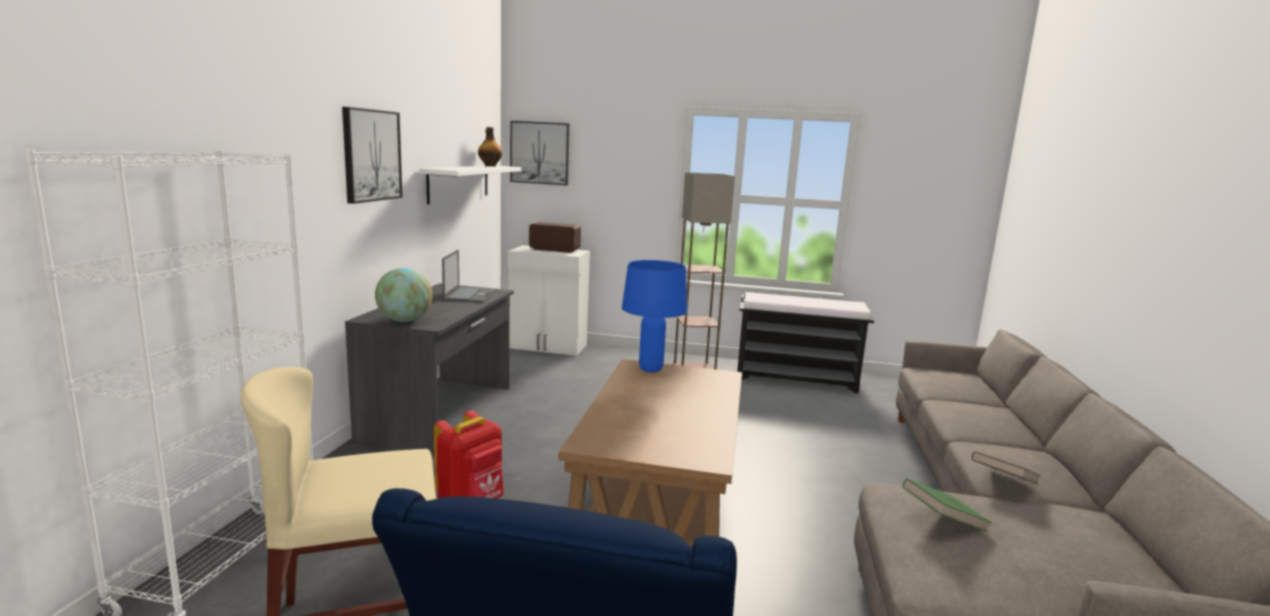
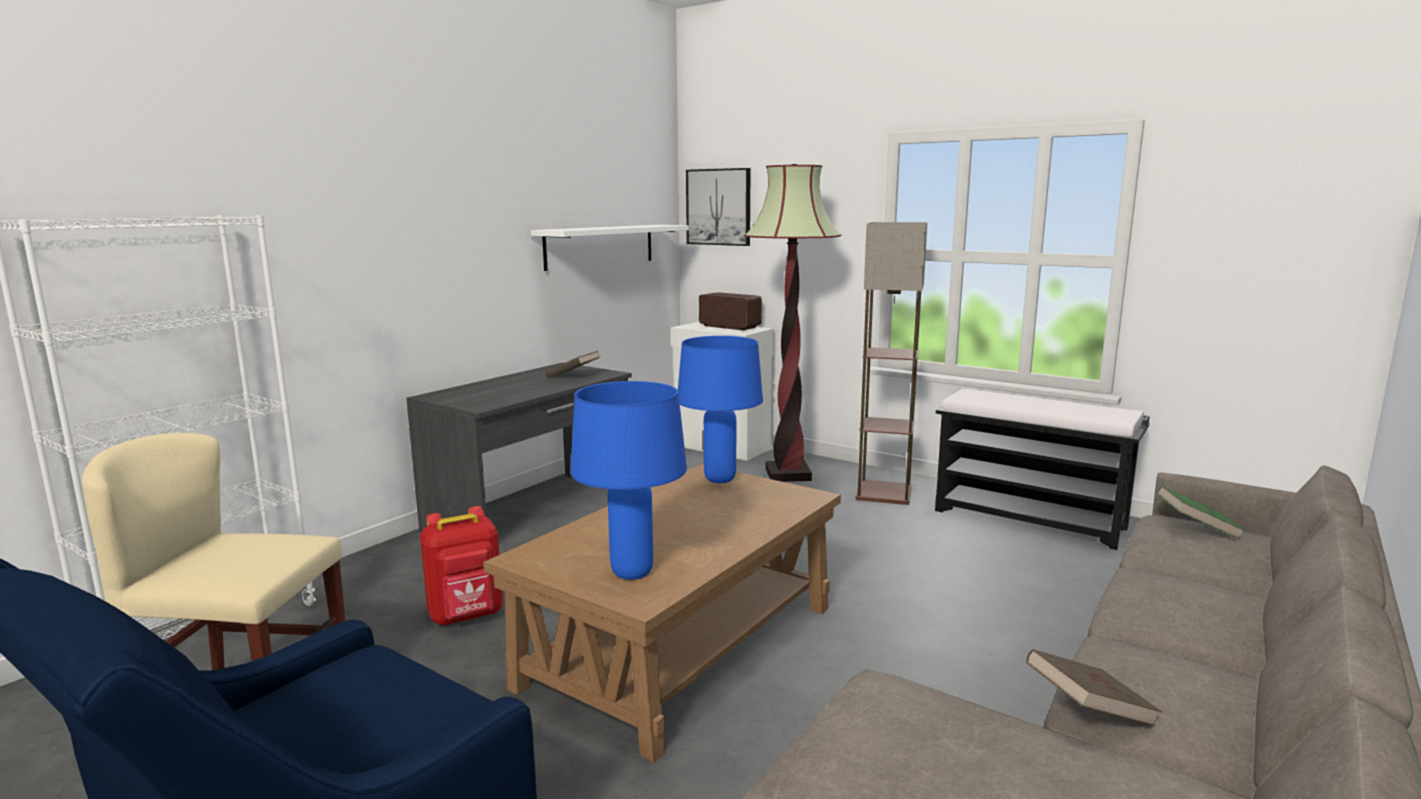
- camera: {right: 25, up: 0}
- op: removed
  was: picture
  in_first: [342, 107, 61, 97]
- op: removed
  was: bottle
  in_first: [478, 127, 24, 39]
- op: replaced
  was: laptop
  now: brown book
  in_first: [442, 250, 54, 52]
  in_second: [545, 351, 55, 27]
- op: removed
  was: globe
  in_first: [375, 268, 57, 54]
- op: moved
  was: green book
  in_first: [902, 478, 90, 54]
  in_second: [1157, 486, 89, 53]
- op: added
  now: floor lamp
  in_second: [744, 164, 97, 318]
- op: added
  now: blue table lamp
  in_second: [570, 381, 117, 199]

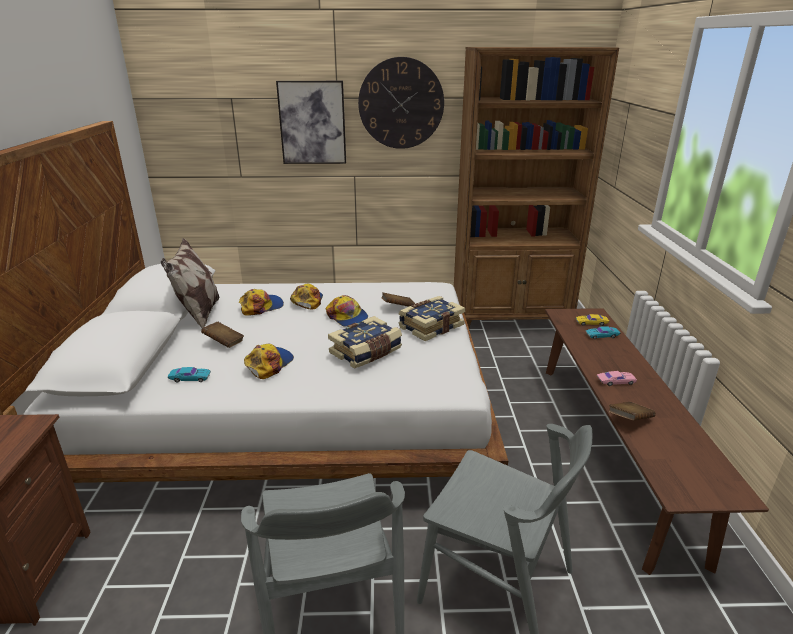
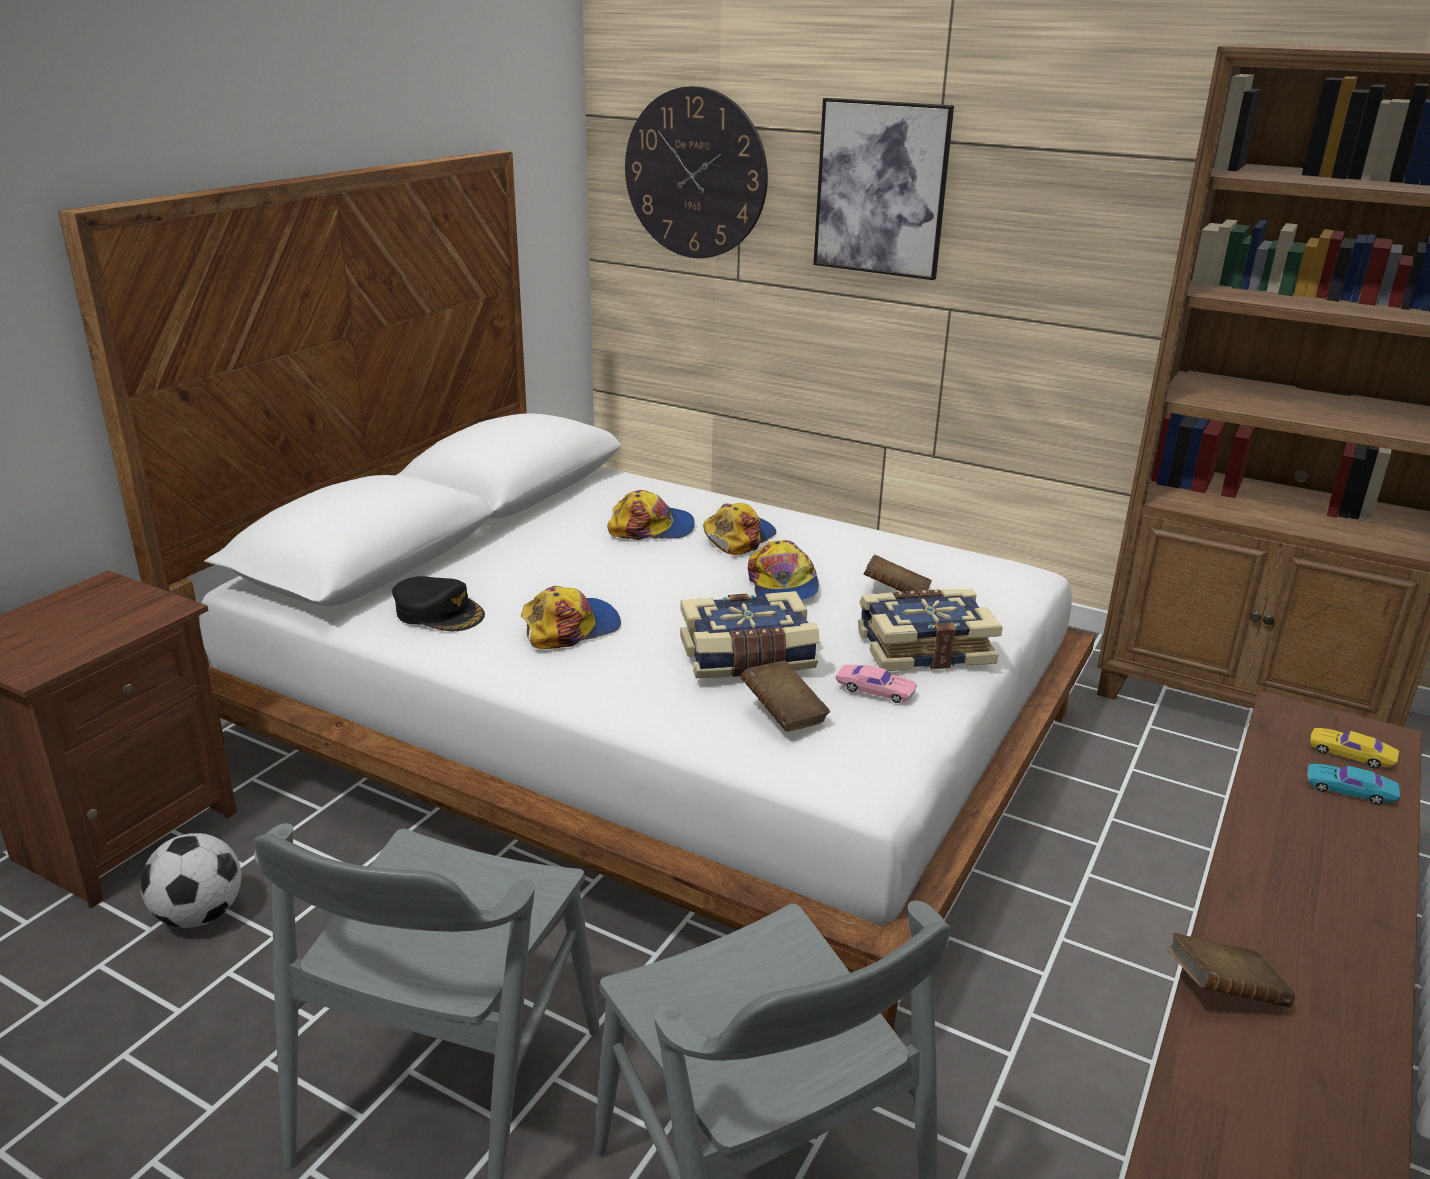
- camera: {right: 30, up: 0}
- op: moved
  was: wall clock
  in_first: [358, 57, 86, 92]
  in_second: [625, 86, 143, 172]
- op: removed
  was: pillow
  in_first: [161, 238, 59, 90]
- op: moved
  was: brown book
  in_first: [201, 321, 43, 27]
  in_second: [741, 661, 89, 70]
- op: replaced
  was: turquoise toy car
  now: black cap
  in_first: [168, 367, 43, 15]
  in_second: [392, 576, 93, 55]
- op: moved
  was: pink toy car
  in_first: [597, 371, 40, 15]
  in_second: [836, 665, 81, 38]
- op: added
  now: football
  in_second: [140, 833, 102, 95]

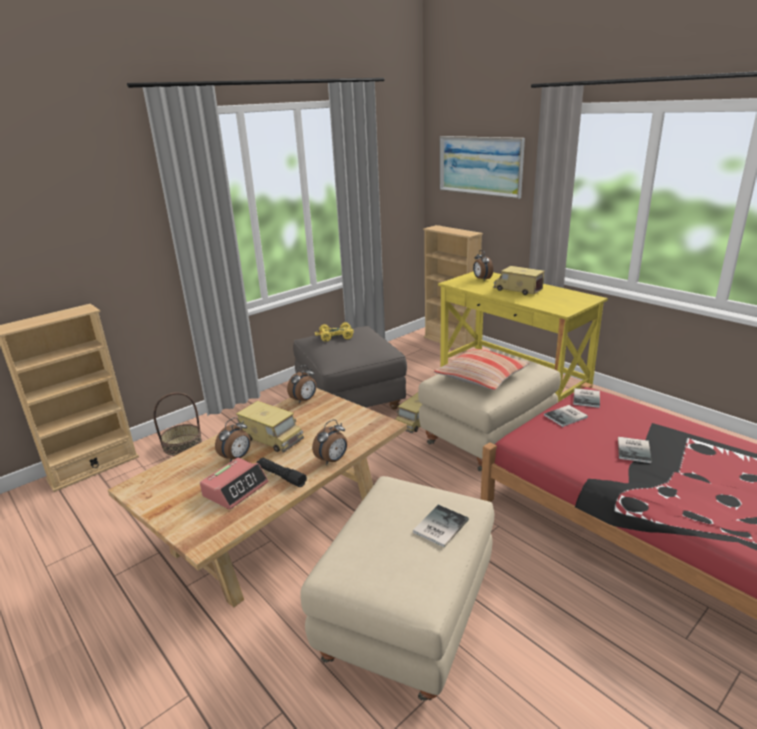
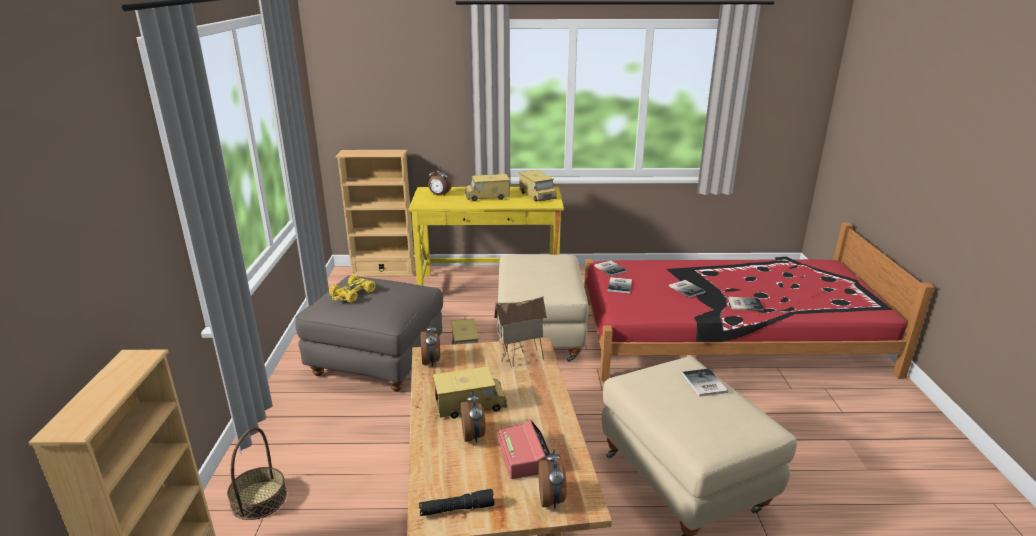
- camera: {right: -50, up: 0}
- op: removed
  was: picture
  in_first: [439, 136, 86, 63]
- op: removed
  was: pillow
  in_first: [434, 348, 96, 42]
- op: moved
  was: alarm clock
  in_first: [312, 419, 35, 46]
  in_second: [539, 449, 28, 60]
- op: moved
  was: black flashlight
  in_first: [257, 458, 50, 29]
  in_second: [419, 489, 75, 27]
- op: added
  now: toy truck
  in_second: [519, 170, 38, 32]
- op: added
  now: toy house
  in_second: [494, 296, 53, 72]
- op: added
  now: book
  in_second: [728, 297, 36, 14]

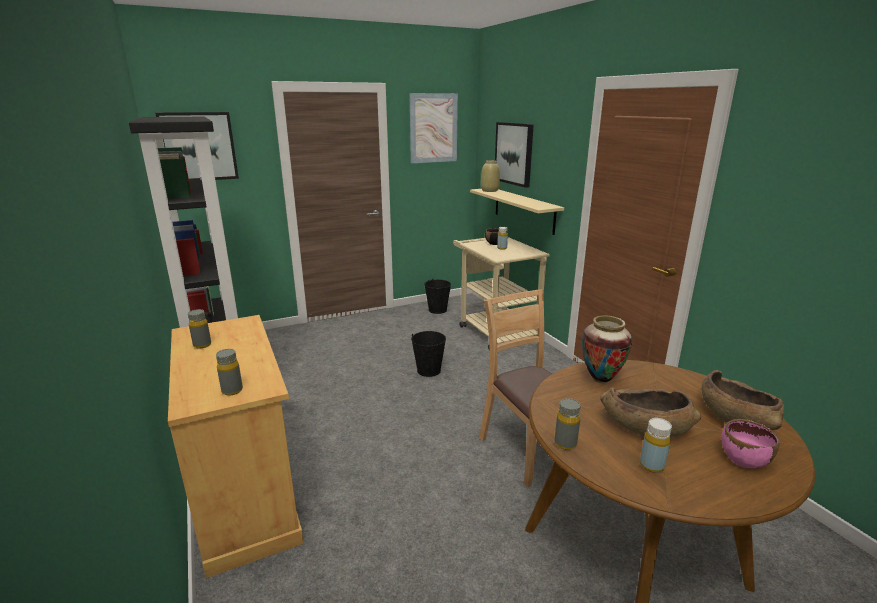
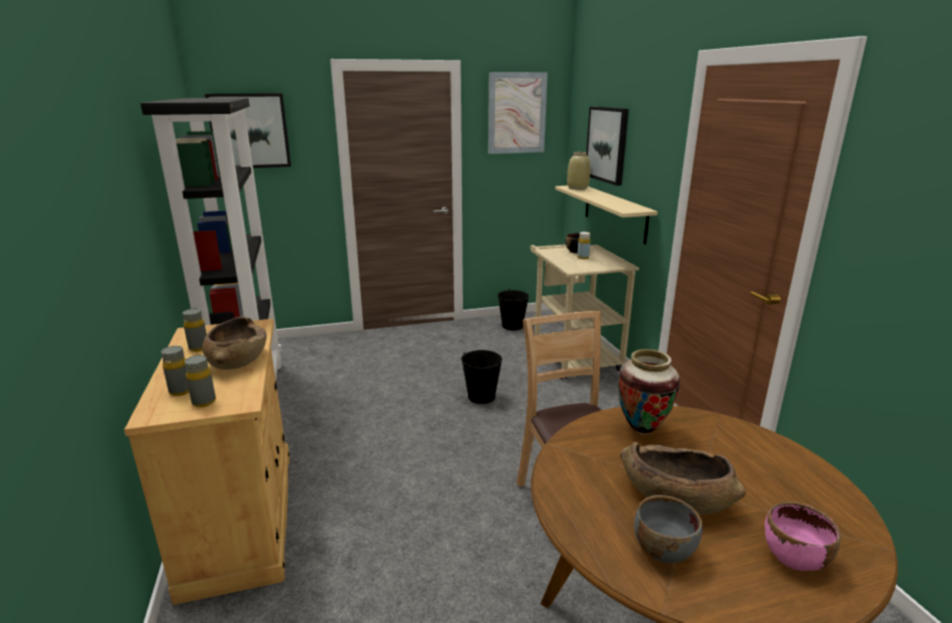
- camera: {right: 10, up: 0}
- op: moved
  was: brown bowl
  in_first: [702, 370, 82, 60]
  in_second: [202, 316, 65, 54]
- op: moved
  was: grey bottle
  in_first: [555, 398, 25, 52]
  in_second: [161, 346, 28, 50]
- op: replaced
  was: yellow bottle
  now: grey bowl
  in_first: [640, 418, 32, 55]
  in_second: [634, 495, 69, 69]

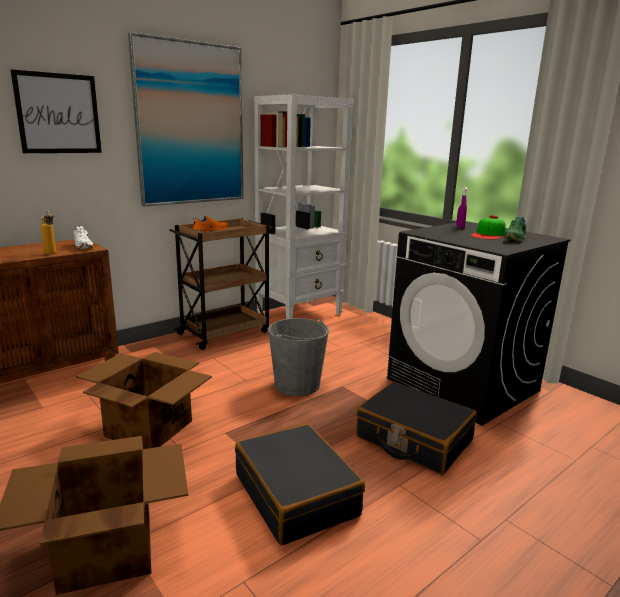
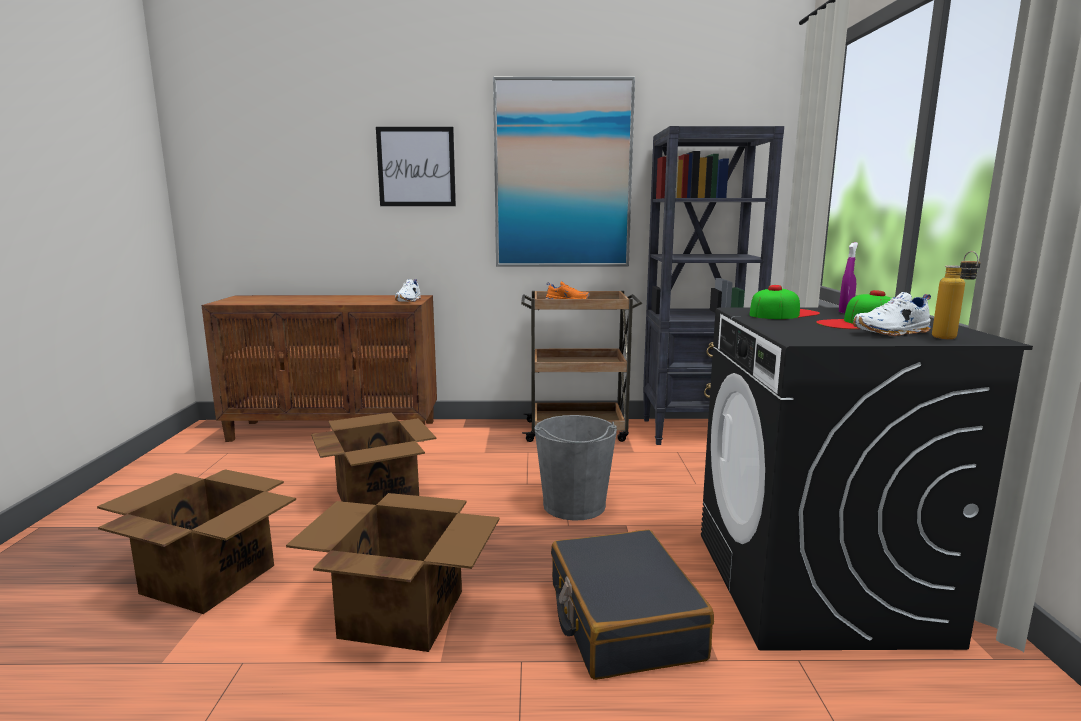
- camera: {right: 40, up: -5}
- op: recoloured
  was: white bookcase
  now: black bookcase
  in_first: [254, 94, 100, 225]
  in_second: [643, 126, 141, 319]
- op: moved
  was: bottle
  in_first: [40, 210, 16, 44]
  in_second: [932, 251, 49, 88]
- op: recoloured
  was: green shoe
  now: white shoe
  in_first: [503, 217, 23, 24]
  in_second: [853, 292, 78, 44]
- op: replaced
  was: black suitcase
  now: cardboard box
  in_first: [235, 423, 130, 123]
  in_second: [286, 493, 214, 159]
- op: added
  now: cap
  in_second: [749, 285, 71, 34]

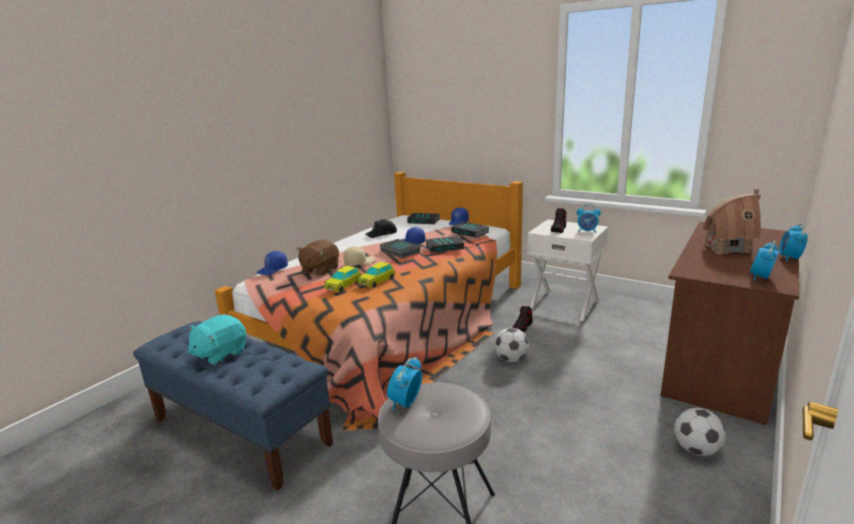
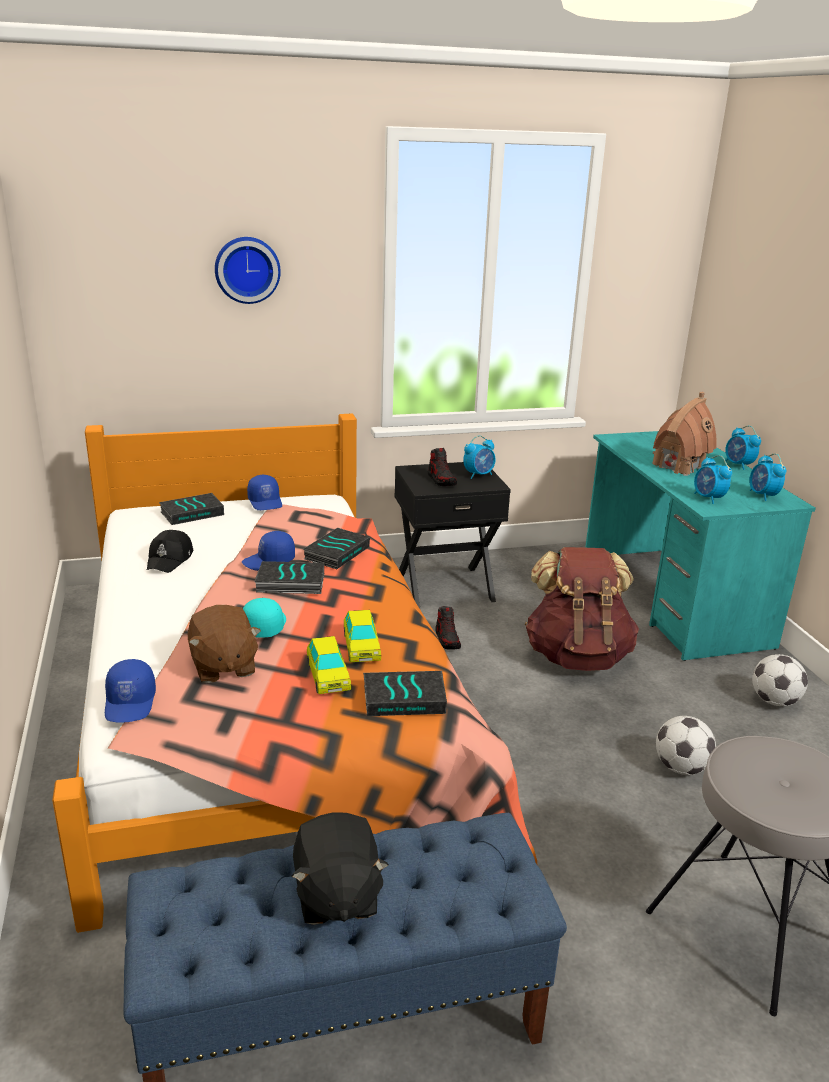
- camera: {right: -50, up: 5}
- op: recoloured
  was: white nightstand
  now: black nightstand
  in_first: [527, 219, 81, 102]
  in_second: [394, 462, 117, 148]
- op: moved
  was: book
  in_first: [451, 222, 38, 16]
  in_second: [363, 671, 84, 45]
- op: recoloured
  was: brown desk
  now: turquoise desk
  in_first: [661, 222, 138, 203]
  in_second: [585, 431, 231, 230]
- op: recoloured
  was: beige cap
  now: turquoise cap
  in_first: [344, 246, 31, 19]
  in_second: [243, 598, 43, 40]
- op: recoloured
  was: turquoise plush toy
  now: black plush toy
  in_first: [188, 314, 58, 51]
  in_second: [292, 812, 97, 113]
- op: moved
  was: football
  in_first: [494, 328, 35, 34]
  in_second: [656, 716, 60, 59]
- op: moved
  was: alarm clock
  in_first: [387, 357, 35, 54]
  in_second: [694, 455, 38, 49]
- op: added
  now: wall clock
  in_second: [215, 237, 66, 67]
- op: added
  now: brown backpack
  in_second: [525, 547, 114, 124]

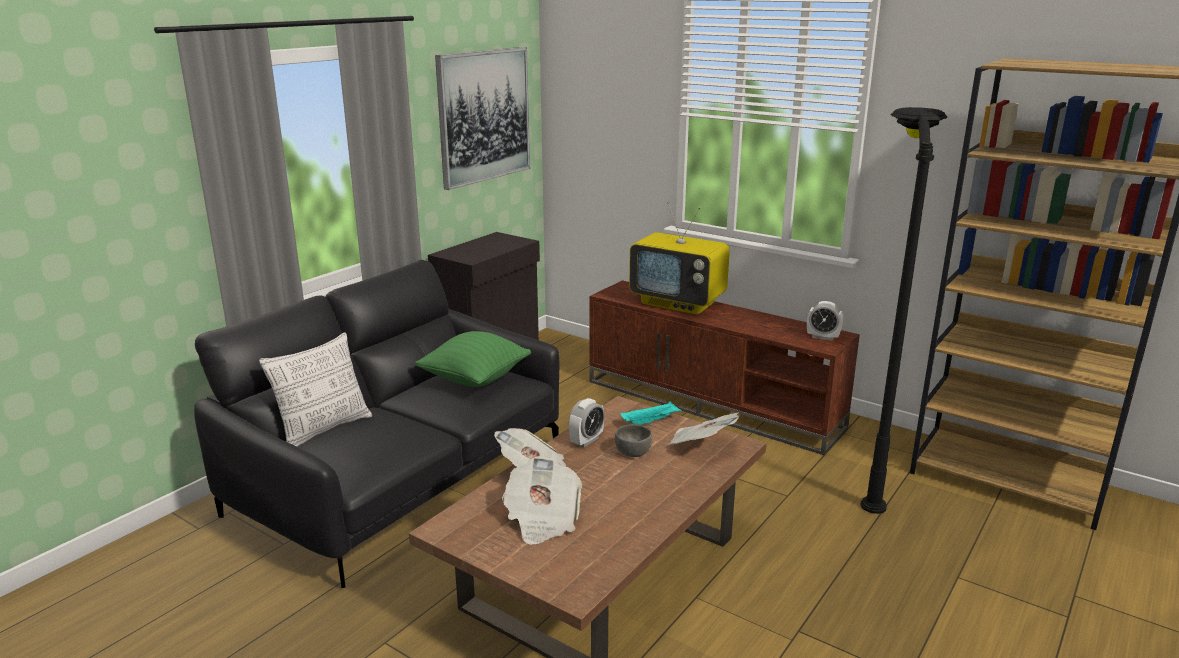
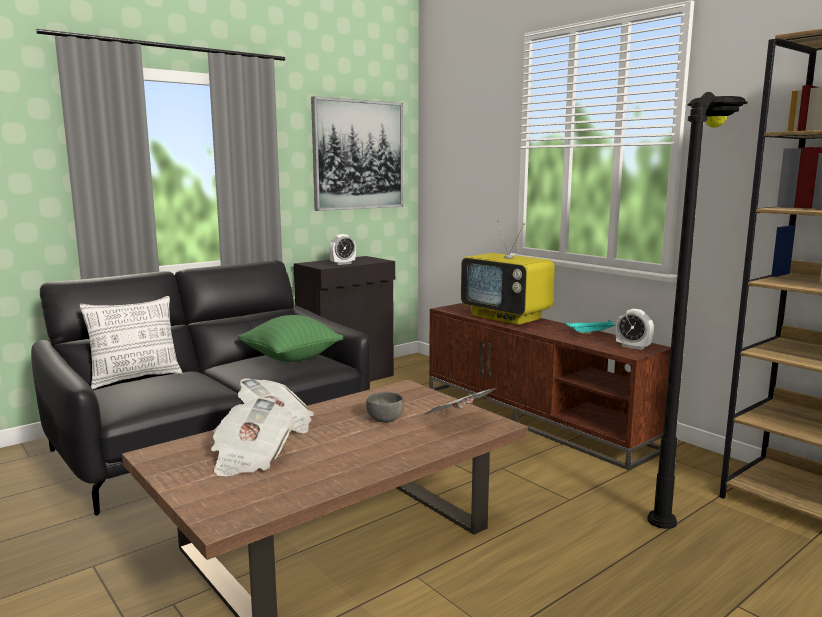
- camera: {right: 15, up: -10}
- op: moved
  was: alarm clock
  in_first: [569, 398, 36, 49]
  in_second: [329, 234, 27, 31]
- op: moved
  was: turquoise tray
  in_first: [620, 401, 62, 25]
  in_second: [566, 320, 49, 14]

